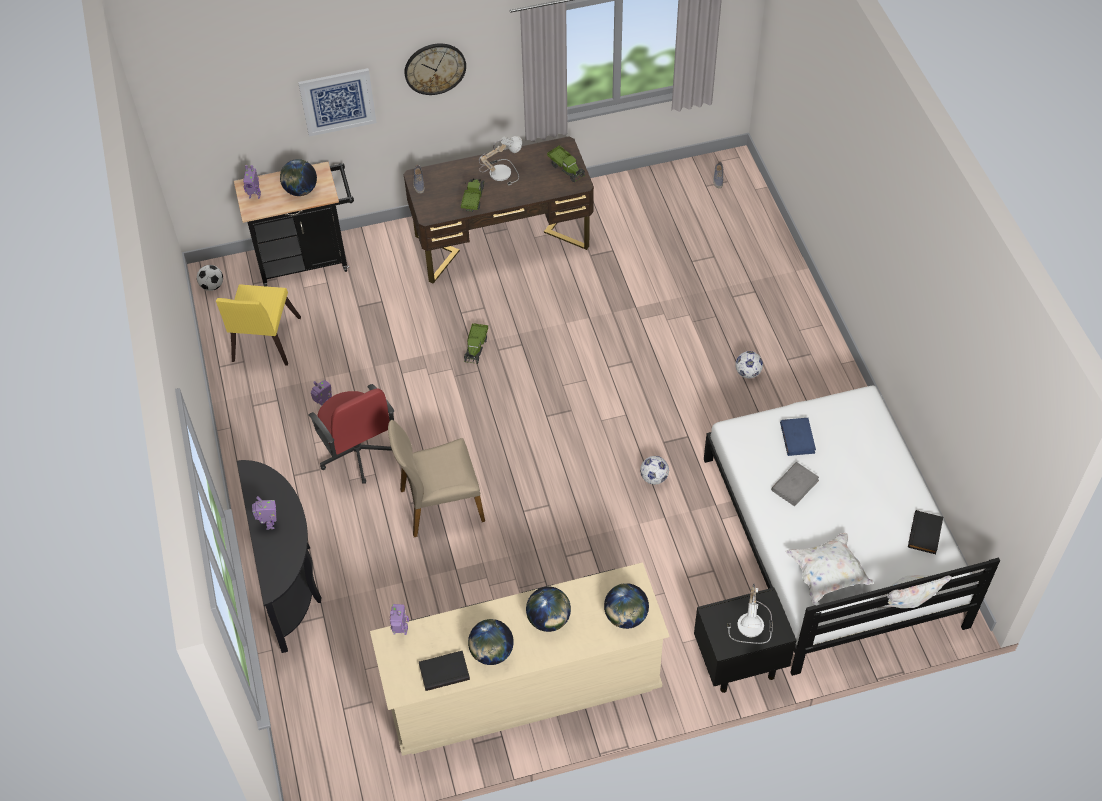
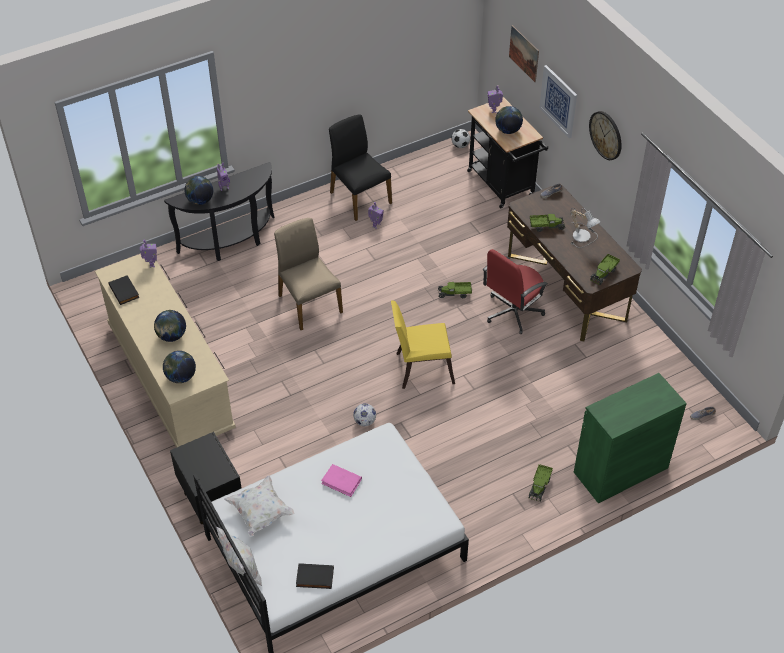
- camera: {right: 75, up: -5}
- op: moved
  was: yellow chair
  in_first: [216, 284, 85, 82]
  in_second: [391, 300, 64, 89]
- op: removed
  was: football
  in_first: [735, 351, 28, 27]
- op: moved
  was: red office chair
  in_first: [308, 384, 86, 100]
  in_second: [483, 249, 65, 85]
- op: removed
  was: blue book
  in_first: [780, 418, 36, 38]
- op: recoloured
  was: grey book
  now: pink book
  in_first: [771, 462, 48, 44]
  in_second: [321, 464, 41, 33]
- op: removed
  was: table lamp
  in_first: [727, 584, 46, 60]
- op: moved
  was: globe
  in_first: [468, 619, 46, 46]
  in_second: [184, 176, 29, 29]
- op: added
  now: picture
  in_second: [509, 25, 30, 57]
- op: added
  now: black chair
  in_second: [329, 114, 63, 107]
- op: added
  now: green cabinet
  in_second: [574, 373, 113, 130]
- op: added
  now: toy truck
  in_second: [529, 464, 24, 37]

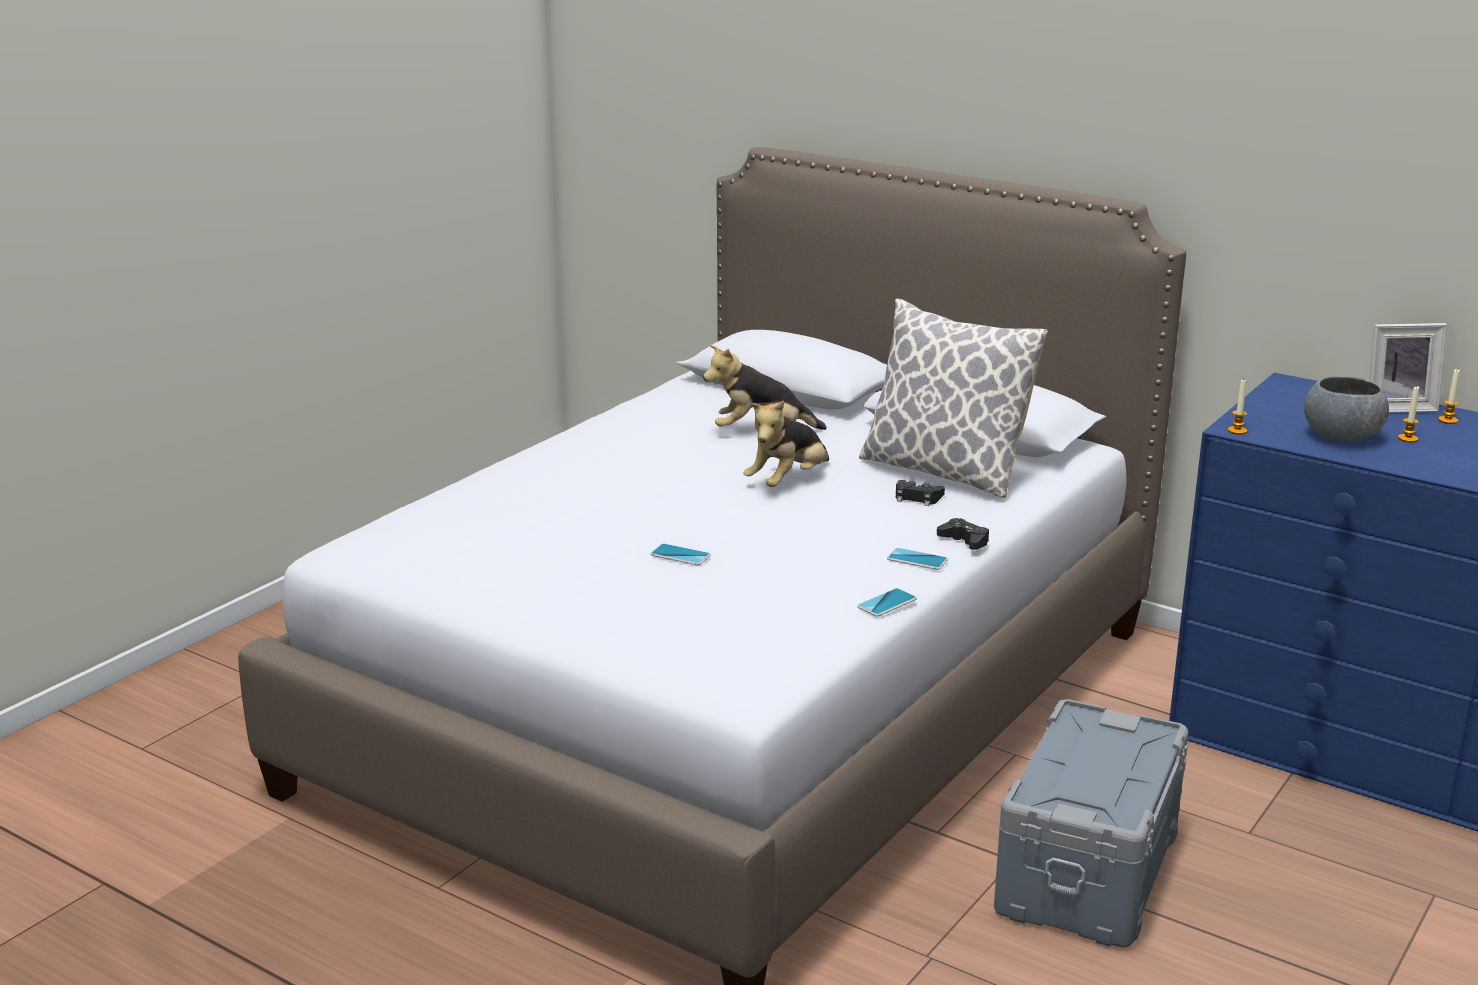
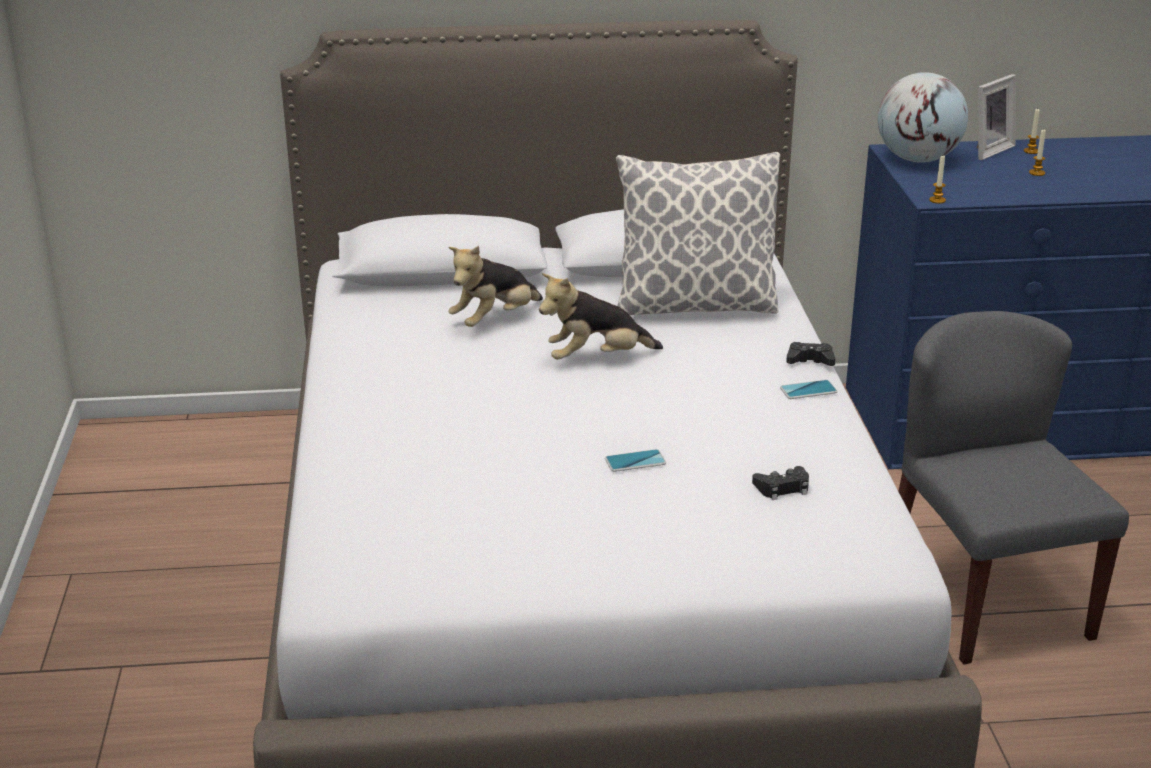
- camera: {right: -40, up: 5}
- op: removed
  was: grey bowl
  in_first: [1304, 376, 85, 66]
- op: turned
  was: plush toy
  in_first: [744, 400, 85, 87]
  in_second: [539, 273, 124, 87]
  clockwise: 75
- op: moved
  was: black game controller
  in_first: [896, 480, 49, 26]
  in_second: [752, 466, 57, 34]
- op: removed
  was: phone
  in_first: [857, 588, 60, 29]
- op: replaced
  was: grey storage box
  now: grey chair
  in_first: [994, 699, 194, 249]
  in_second: [898, 311, 231, 354]
- op: added
  now: globe
  in_second: [878, 72, 90, 91]

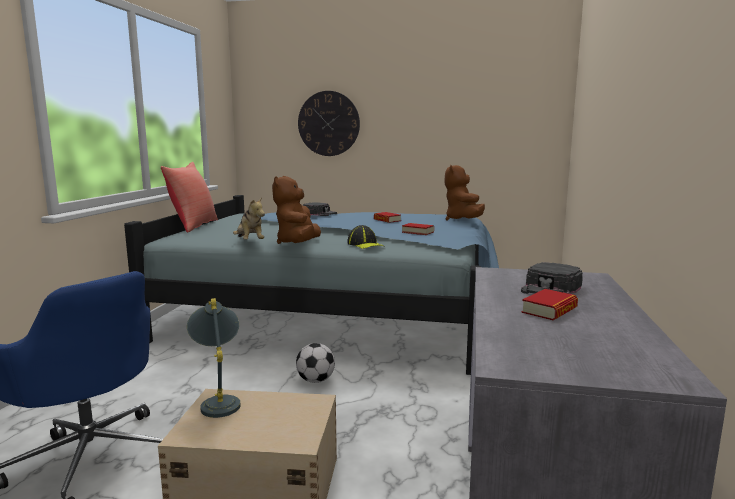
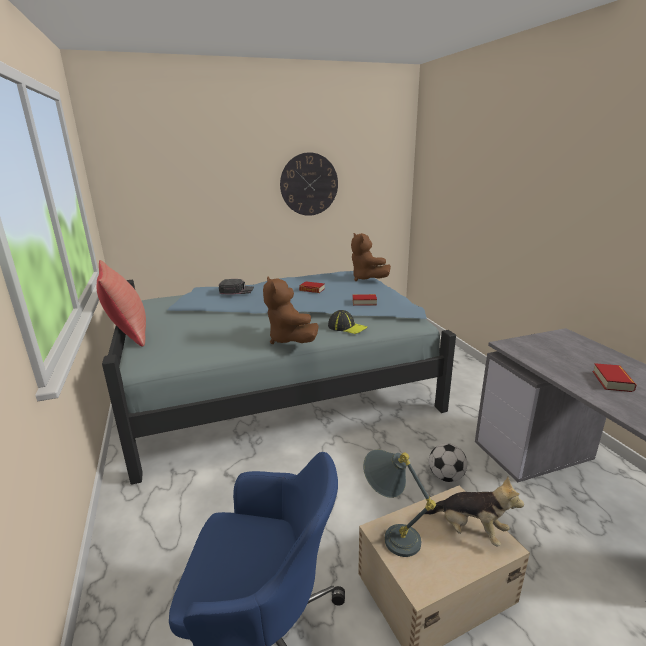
- camera: {right: -30, up: 10}
- op: moved
  was: wall clock
  in_first: [298, 91, 62, 65]
  in_second: [280, 152, 58, 64]
- op: moved
  was: plush toy
  in_first: [233, 197, 32, 43]
  in_second: [425, 477, 99, 70]
- op: removed
  was: black cap
  in_first: [521, 262, 62, 32]
- op: moved
  was: football
  in_first: [296, 343, 39, 40]
  in_second: [429, 443, 38, 39]

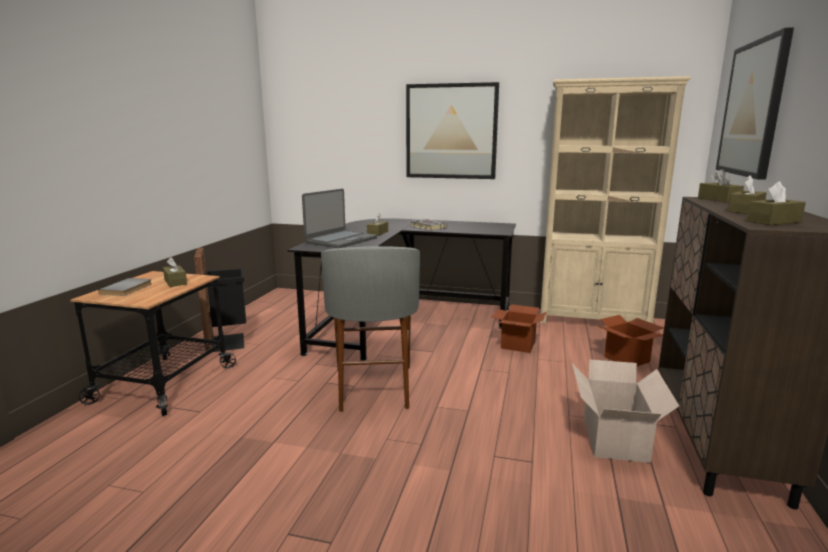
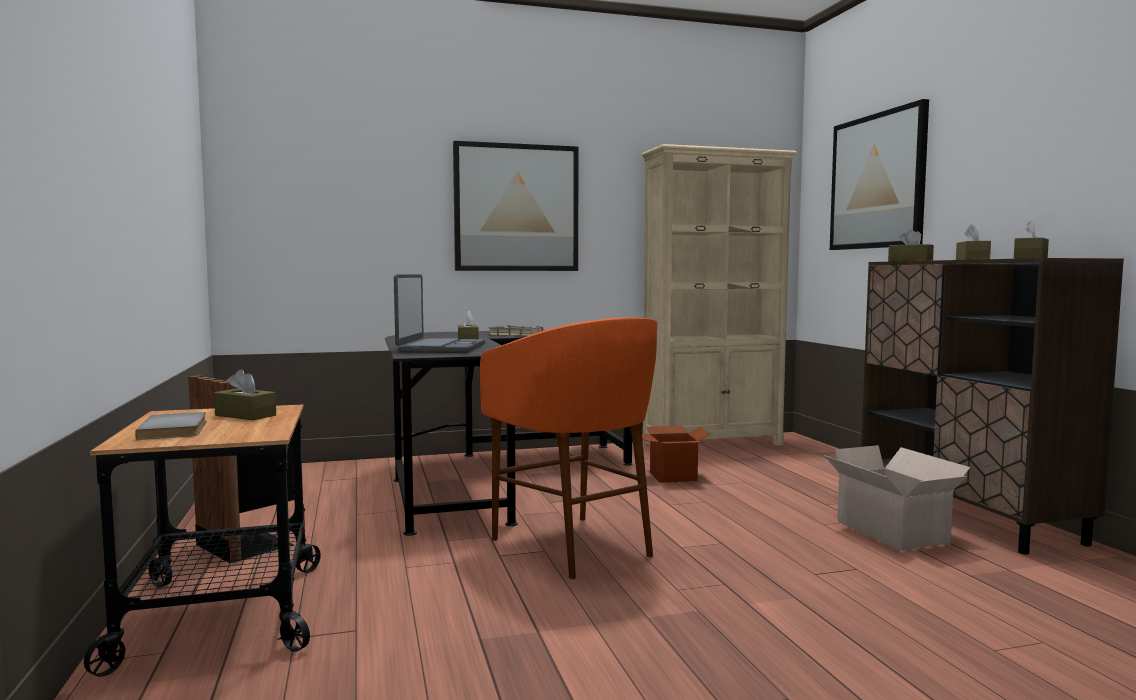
- camera: {right: -30, up: -10}
- op: recoloured
  was: grey stool
  now: orange stool
  in_first: [321, 246, 99, 166]
  in_second: [480, 318, 177, 261]
- op: removed
  was: cardboard box
  in_first: [599, 315, 65, 51]

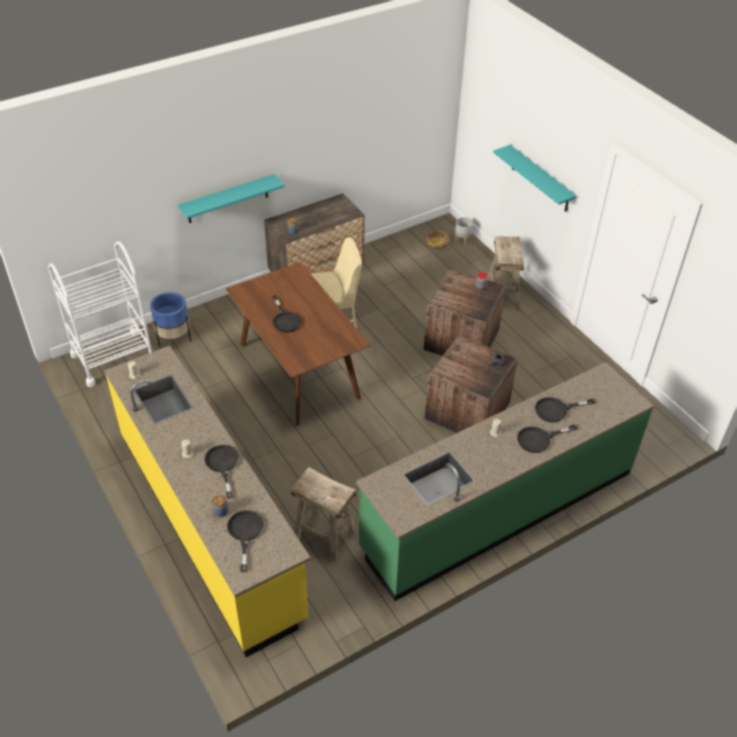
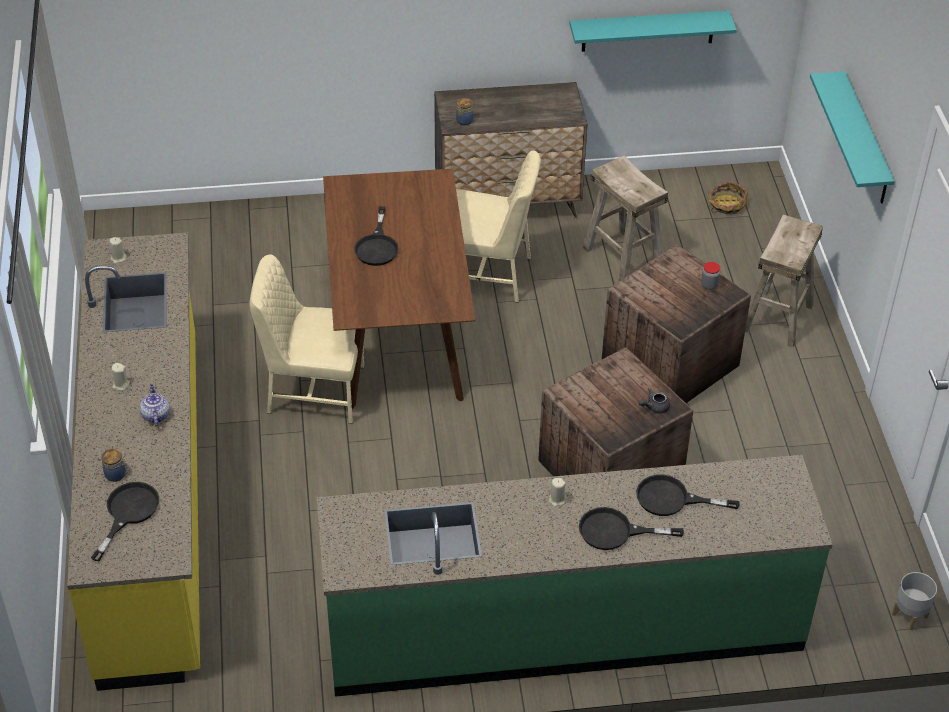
- camera: {right: 25, up: 0}
- op: moved
  was: turquoise shelf
  in_first: [178, 174, 107, 49]
  in_second: [569, 10, 168, 42]
- op: moved
  was: grey planter
  in_first: [455, 217, 18, 29]
  in_second: [892, 572, 45, 58]
- op: removed
  was: white cart
  in_first: [48, 241, 104, 146]
- op: removed
  was: blue planter
  in_first: [150, 292, 41, 55]
- op: replaced
  was: black frying pan
  now: teapot
  in_first: [205, 445, 33, 53]
  in_second: [140, 385, 30, 41]
- op: moved
  was: beige stool
  in_first: [291, 467, 66, 94]
  in_second: [583, 156, 85, 125]
- op: added
  now: beige chair
  in_second: [250, 255, 114, 169]

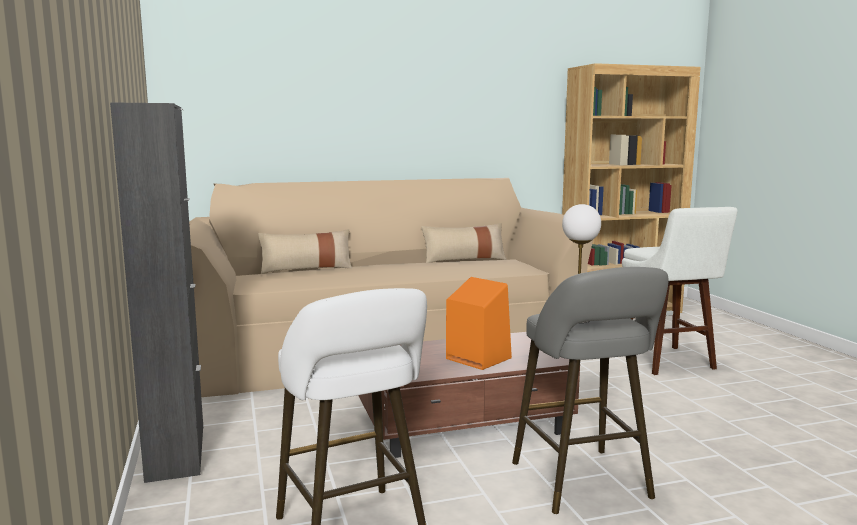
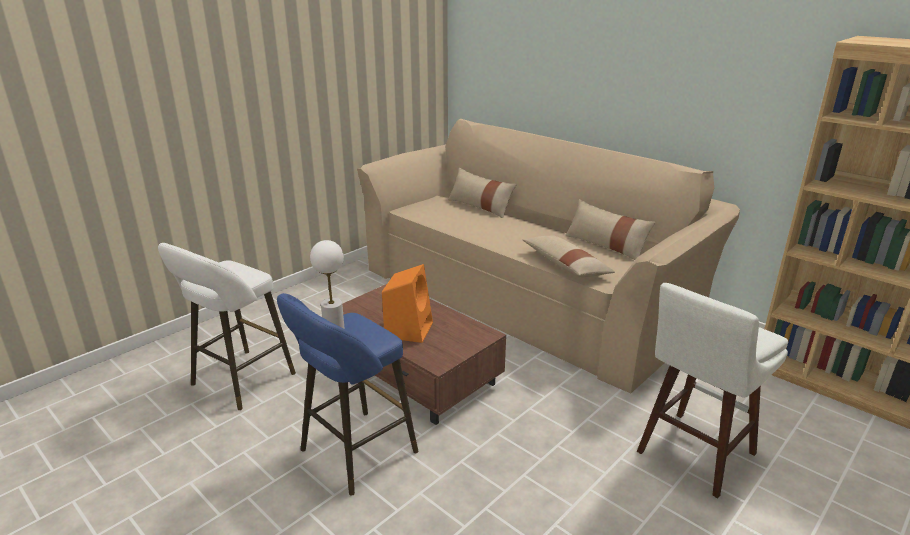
- camera: {right: 60, up: 15}
- op: removed
  was: black cabinet
  in_first: [110, 102, 93, 381]
- op: recoloured
  was: grey stool
  now: blue stool
  in_first: [512, 267, 157, 247]
  in_second: [277, 293, 141, 203]
- op: added
  now: beige pillow
  in_second: [523, 235, 92, 42]

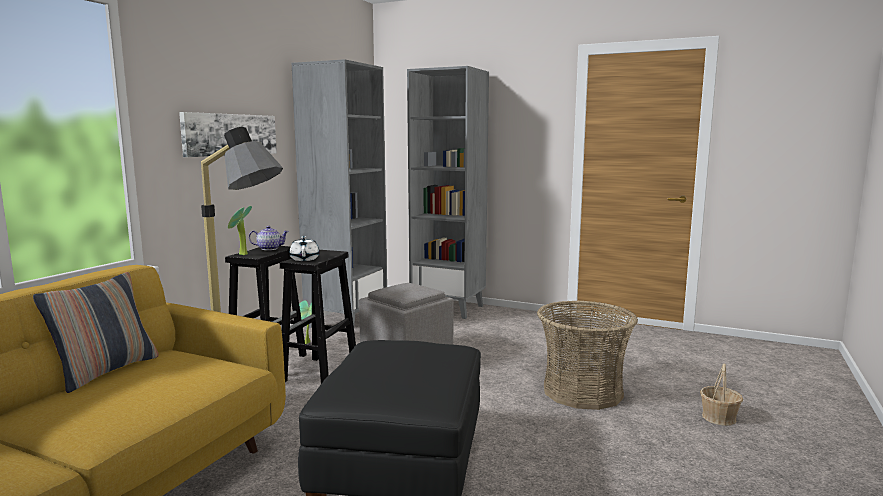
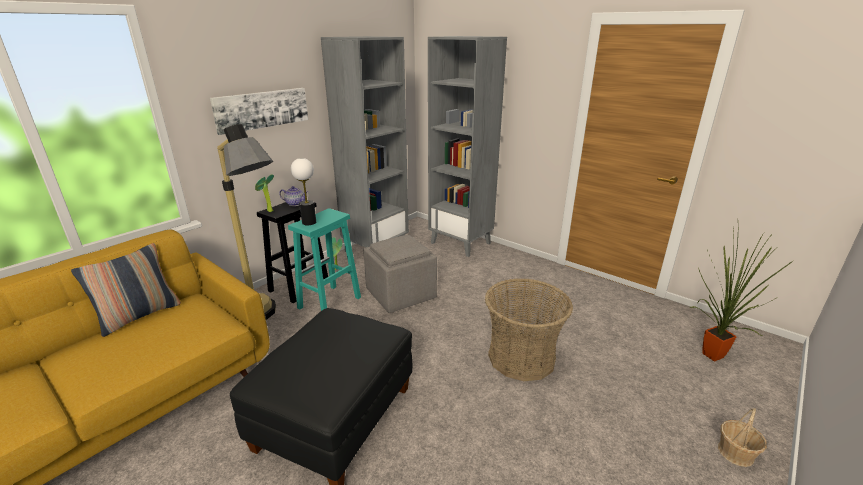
- camera: {right: 15, up: 15}
- op: replaced
  was: white teapot
  now: table lamp
  in_first: [289, 236, 31, 25]
  in_second: [291, 158, 25, 67]
- op: recoloured
  was: black stool
  now: turquoise stool
  in_first: [280, 250, 76, 134]
  in_second: [288, 208, 73, 103]
- op: moved
  was: basket
  in_first: [700, 363, 43, 63]
  in_second: [718, 408, 49, 59]
- op: added
  now: potted plant
  in_second: [689, 229, 105, 132]

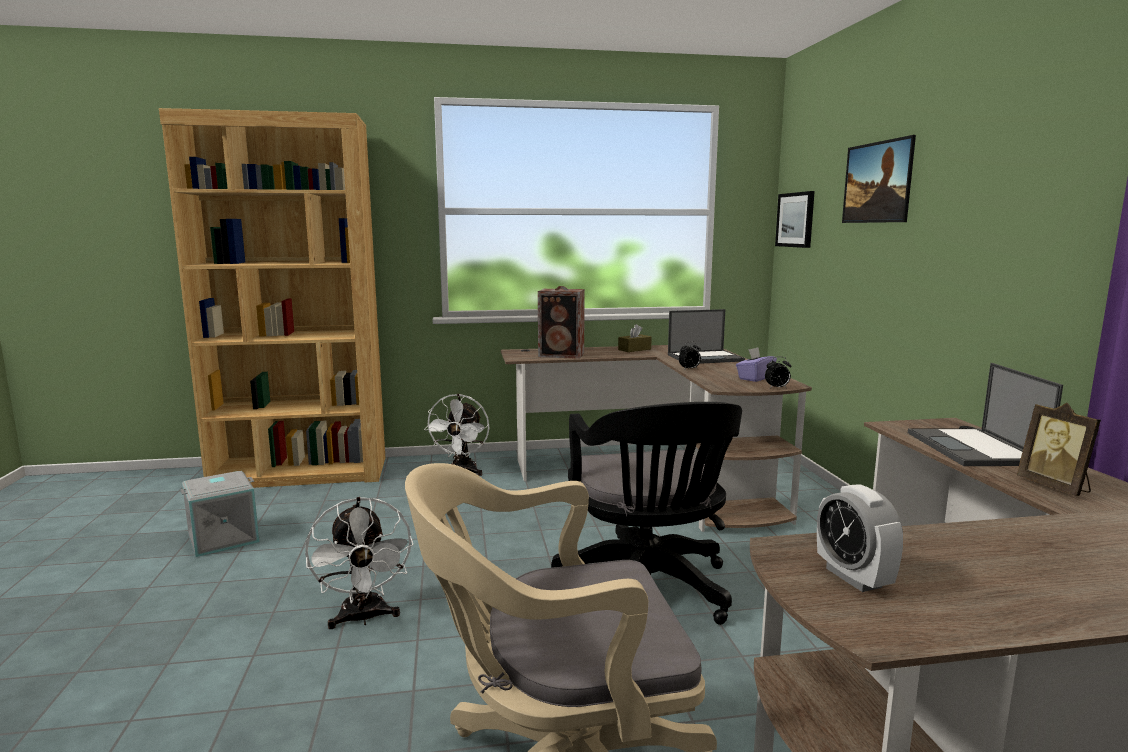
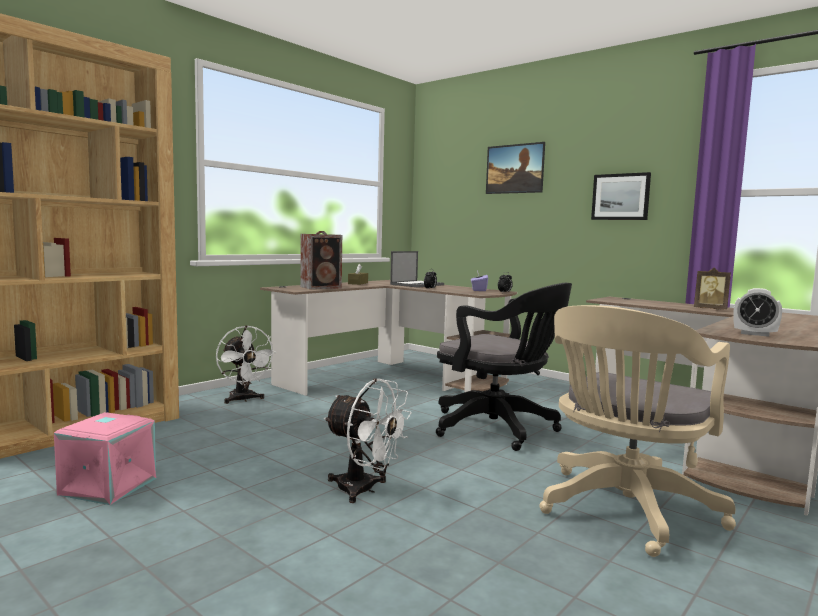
- camera: {right: -40, up: -5}
- op: moved
  was: picture
  in_first: [775, 191, 40, 57]
  in_second: [591, 172, 60, 48]
- op: removed
  was: laptop
  in_first: [908, 363, 155, 103]
- op: recoloured
  was: grey storage box
  now: pink storage box
  in_first: [180, 471, 79, 86]
  in_second: [54, 412, 102, 93]

